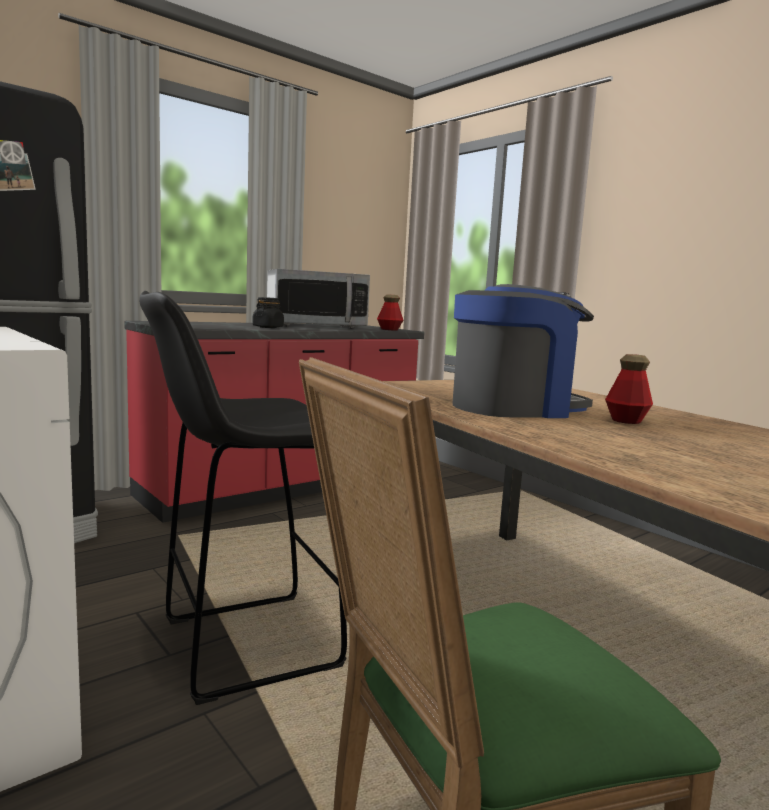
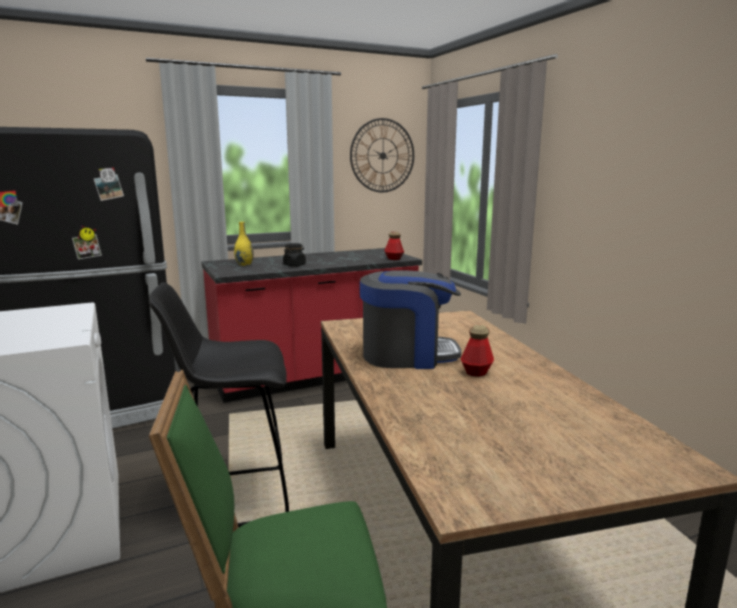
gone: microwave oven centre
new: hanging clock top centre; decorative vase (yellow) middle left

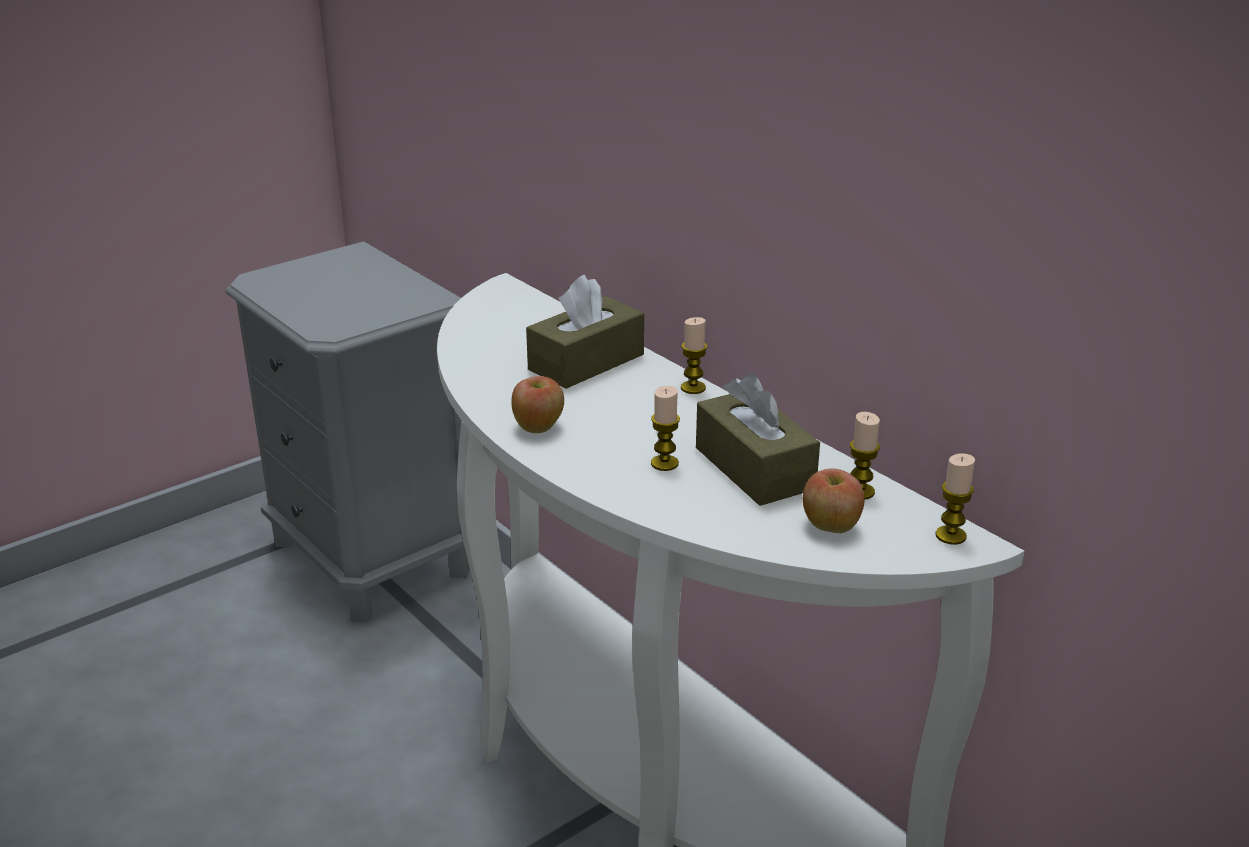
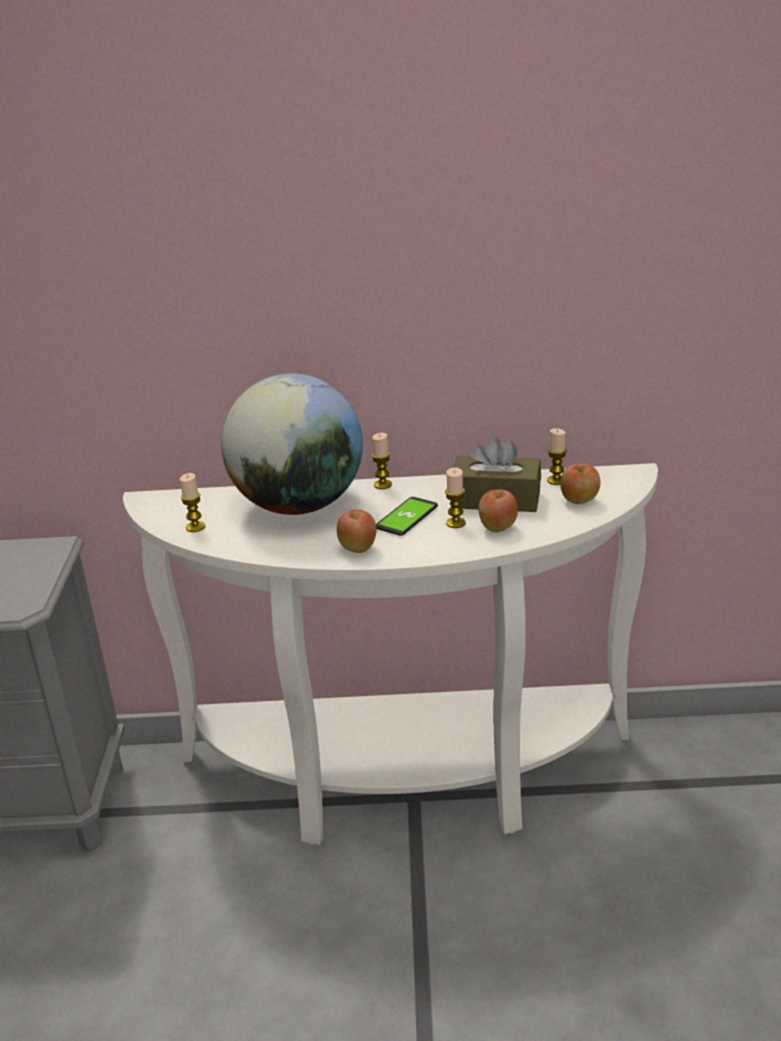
new: apple fruit (no. 2 from left) centre; handset centre
shifted: candle (no. 4 from left in the first image) middle right to candle (no. 1 from left) middle left
swapped: box of tissues (brown) (no. 1 from left) centre to desk globe centre

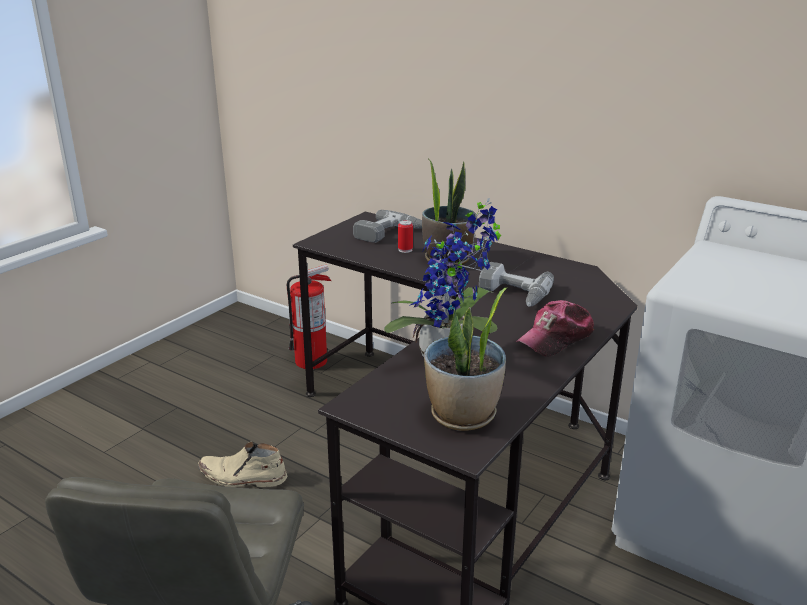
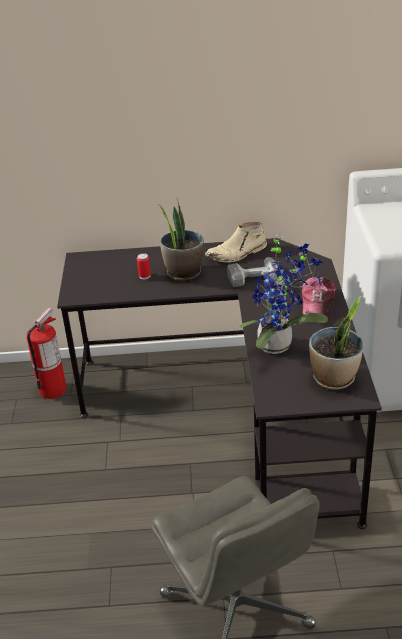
gone: drill (no. 1 from left) centre
shifted: high-top boot (beige) bottom left to centre

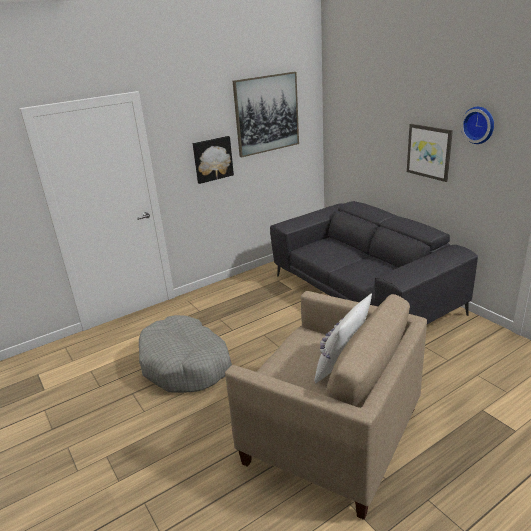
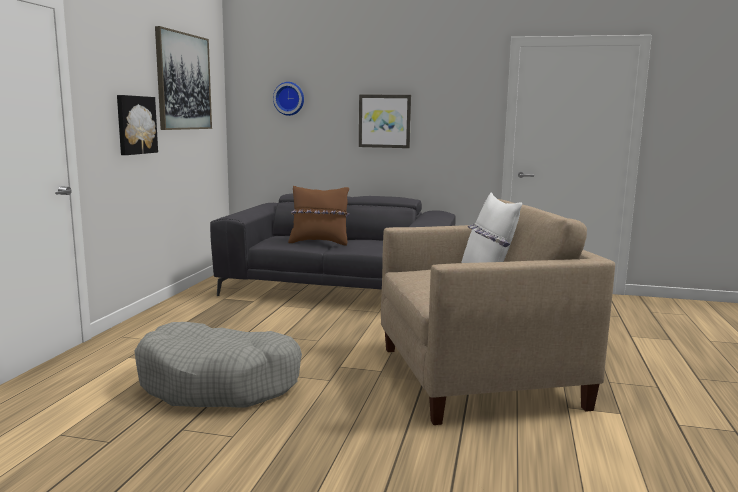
new: cushion (brown) centre
shifted: hanging clock top right to top centre

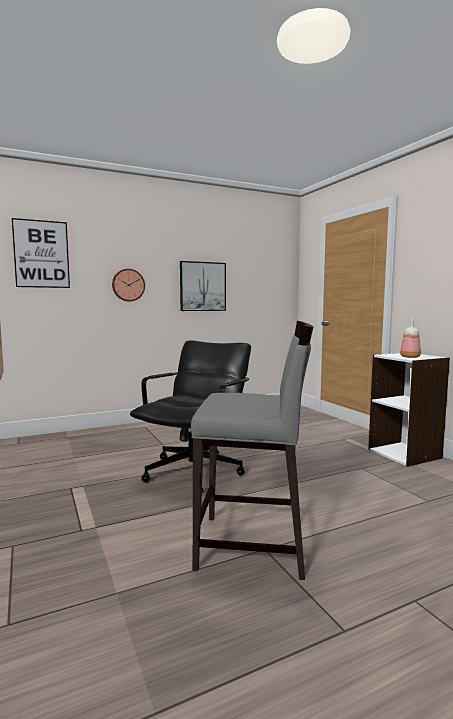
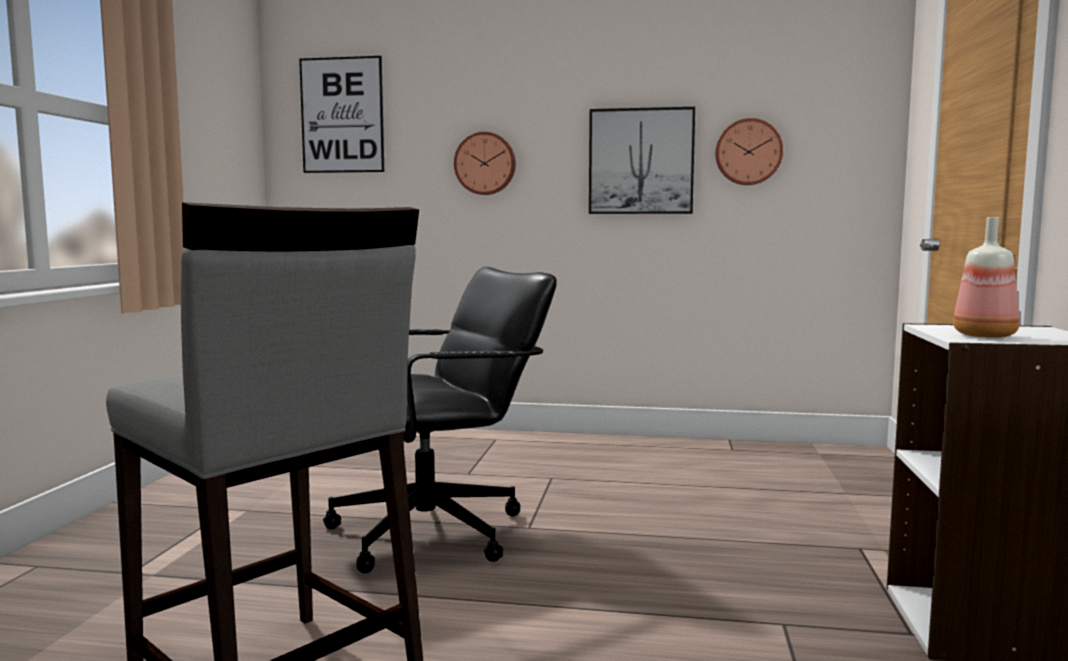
new: hanging clock (no. 2 from left) top right

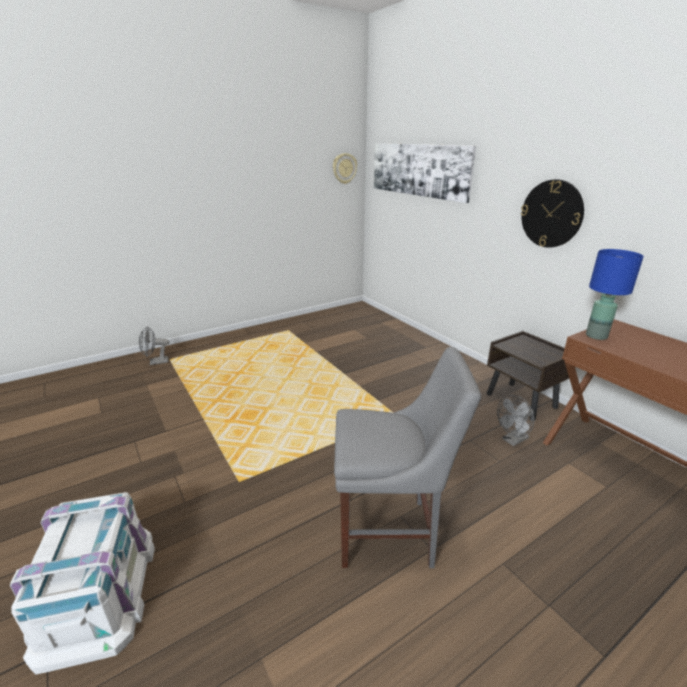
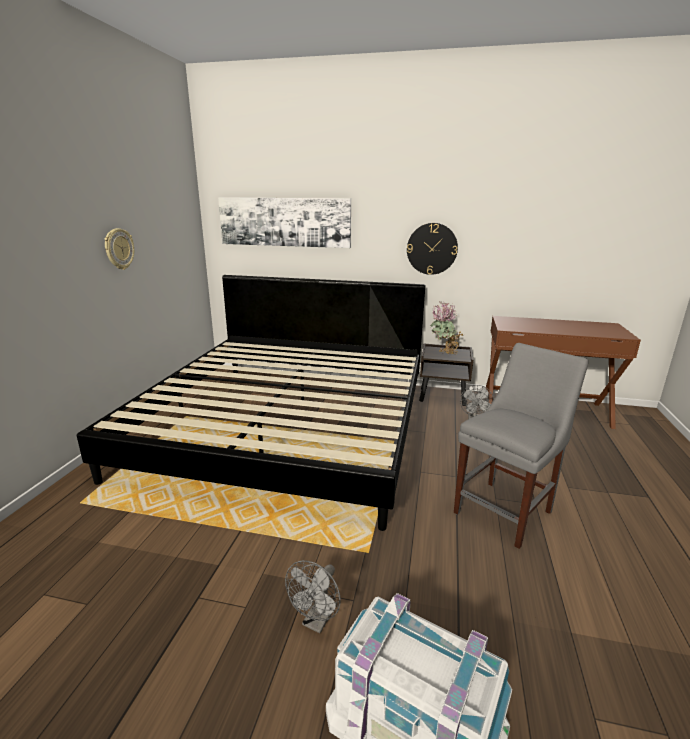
gone: lamp for a table (bluish) middle right
new: sleeping bed centre; plant in a pot centre
shifted: hanging clock (no. 1 from left) top centre to middle left; electric fan (greyish) (no. 1 from left) middle left to bottom centre

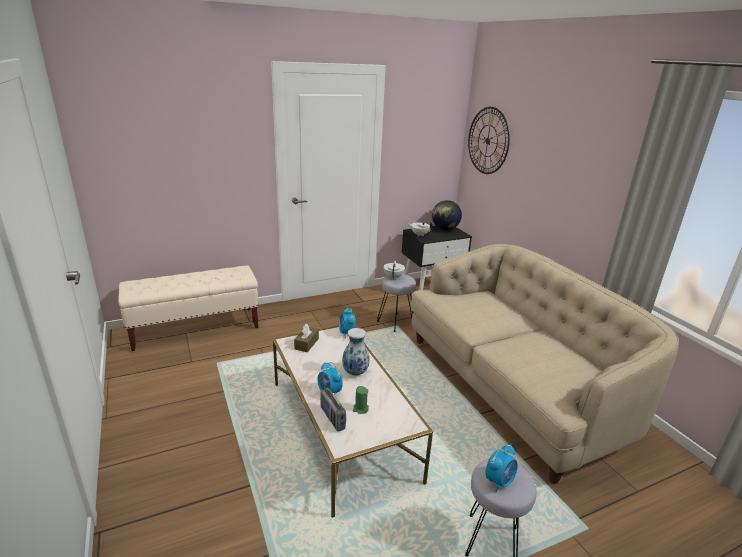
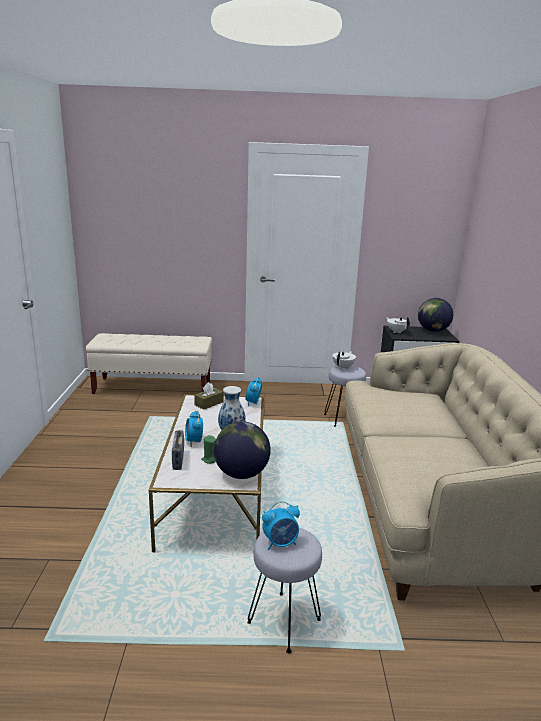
gone: hanging clock top centre
new: desk globe (no. 1 from left) centre

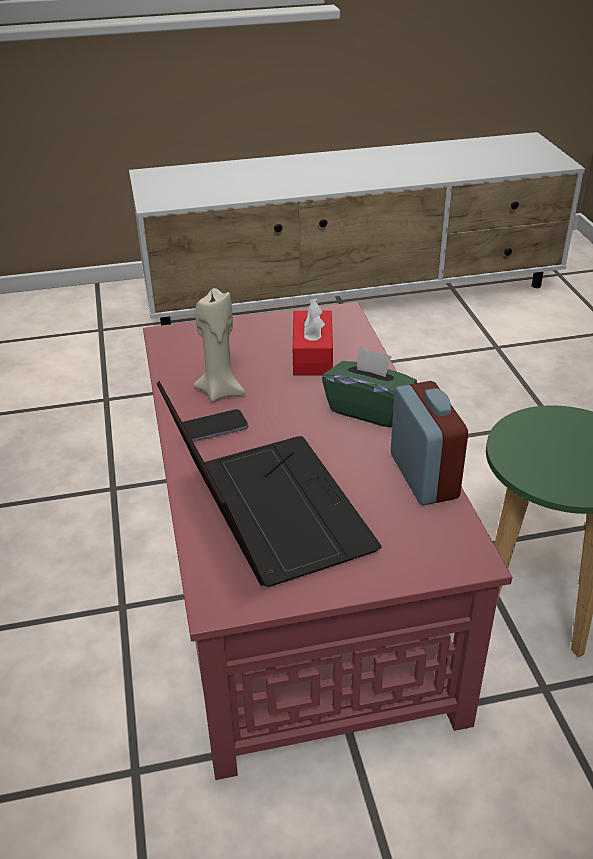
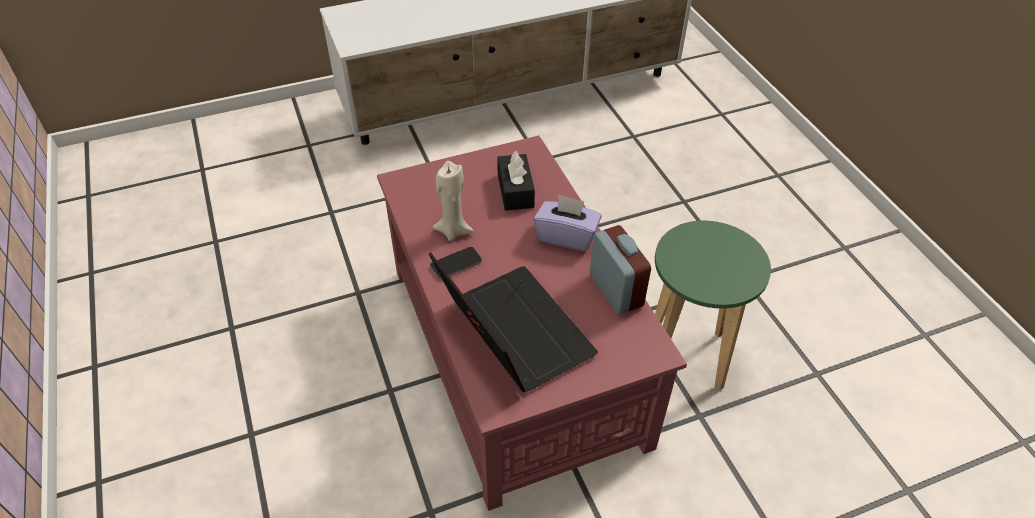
repainted: box of tissues (red-coloured) centre to box of tissues (blackish) centre; box of tissues (green-coloured) centre to box of tissues (purplish) centre

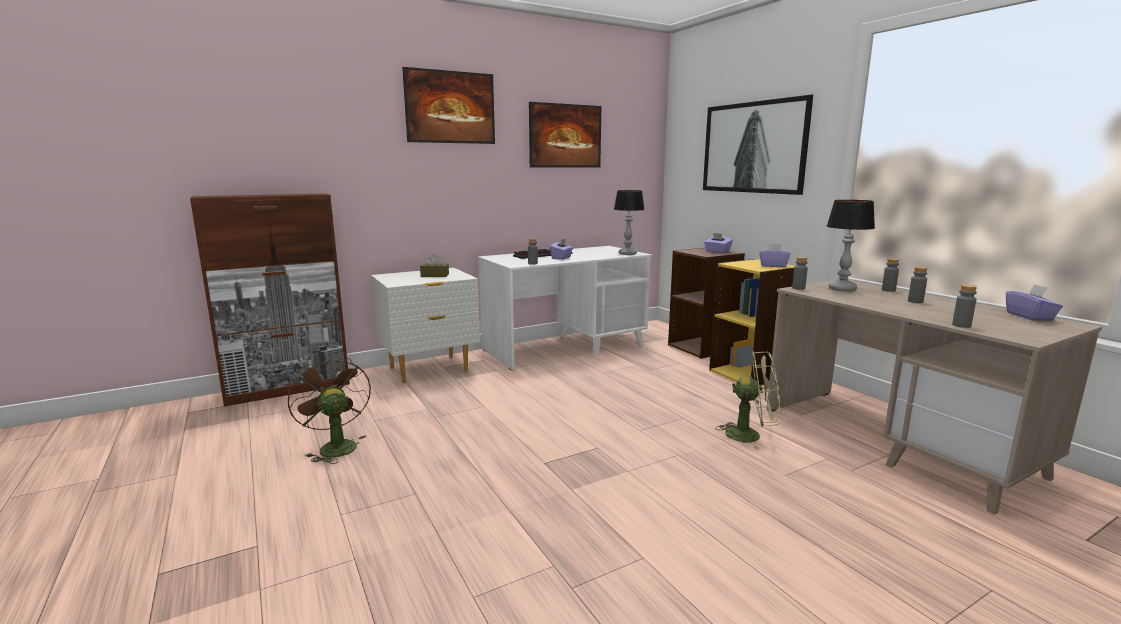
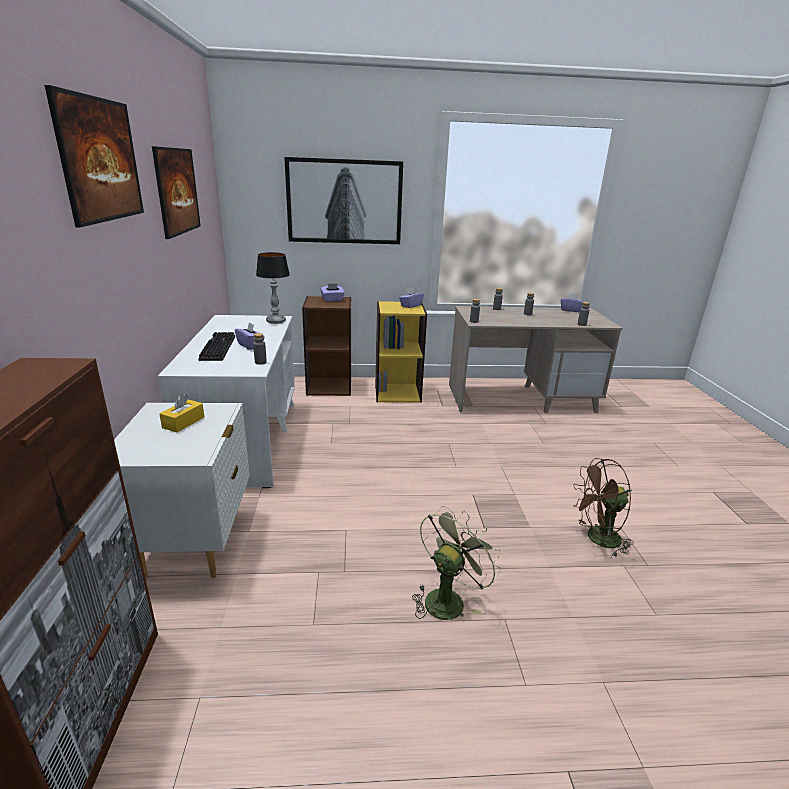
gone: lamp for a table (no. 2 from left) middle right
shifted: electric fan (green-coloured) centre to bottom centre; electric fan (brown) middle left to middle right
repainted: box of tissues (brown) centre to box of tissues (yellow) middle left

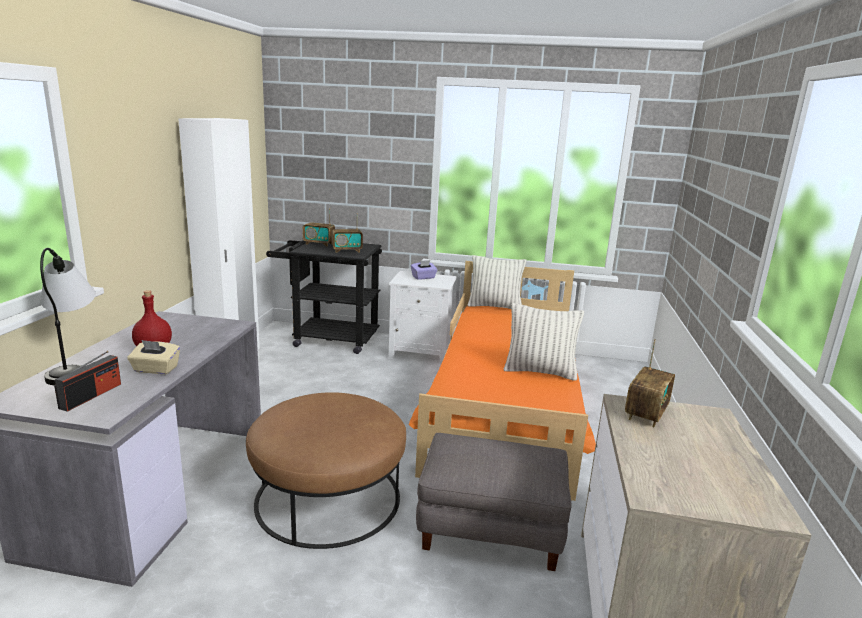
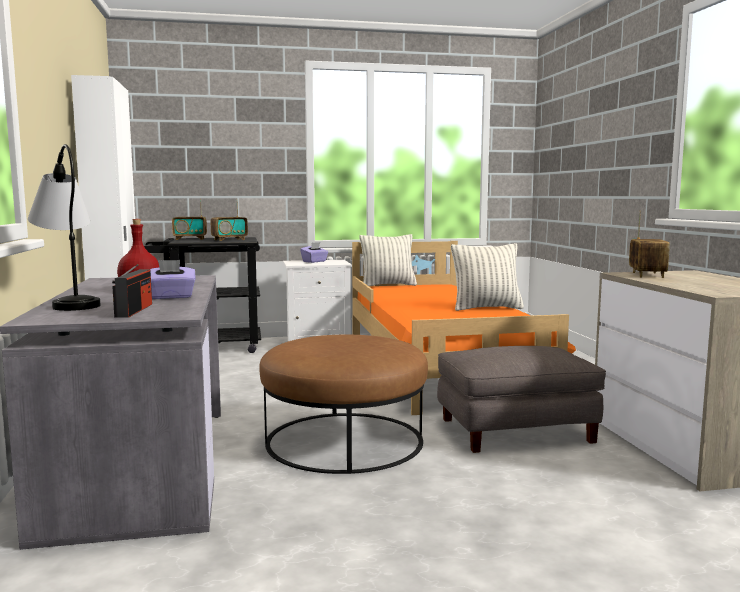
repainted: box of tissues (beige) middle left to box of tissues (purplish) (no. 1 from left) middle left

